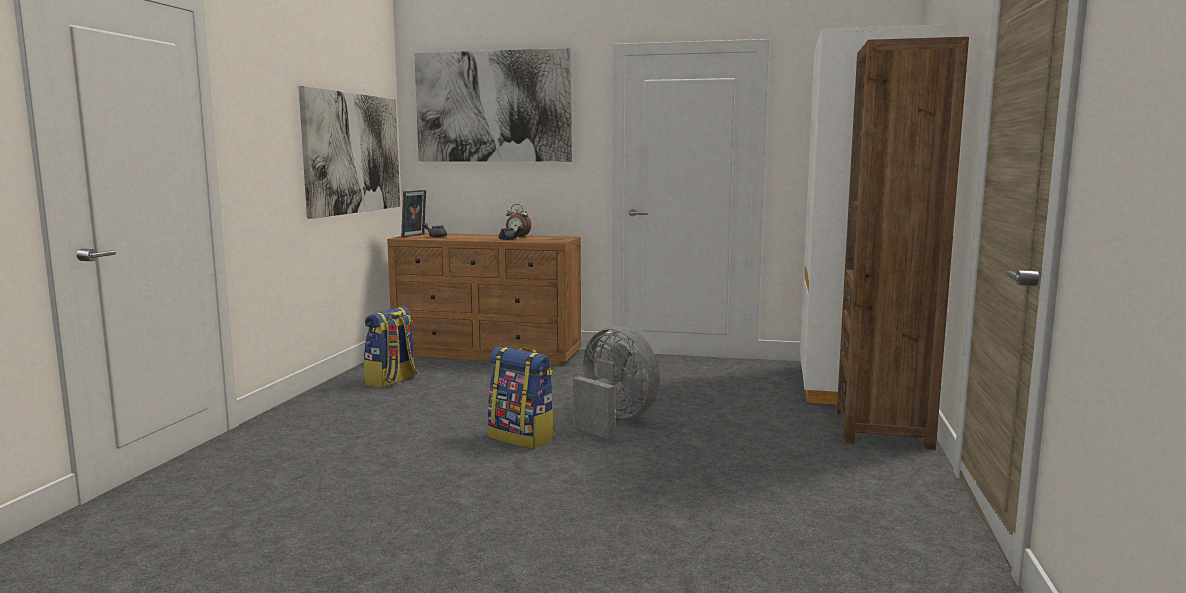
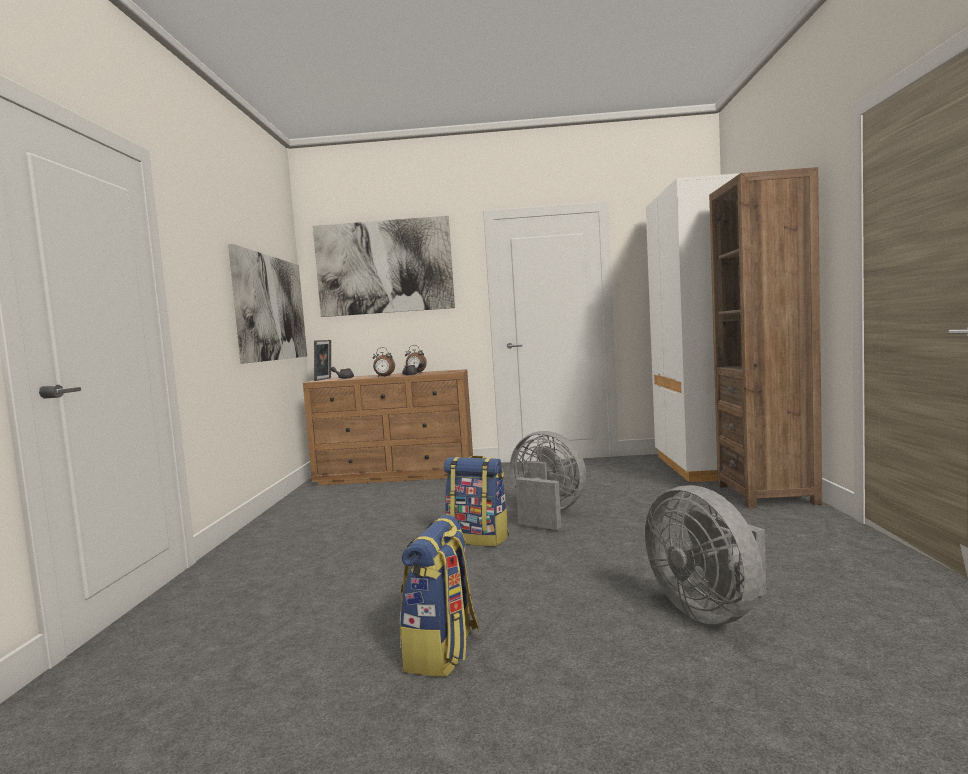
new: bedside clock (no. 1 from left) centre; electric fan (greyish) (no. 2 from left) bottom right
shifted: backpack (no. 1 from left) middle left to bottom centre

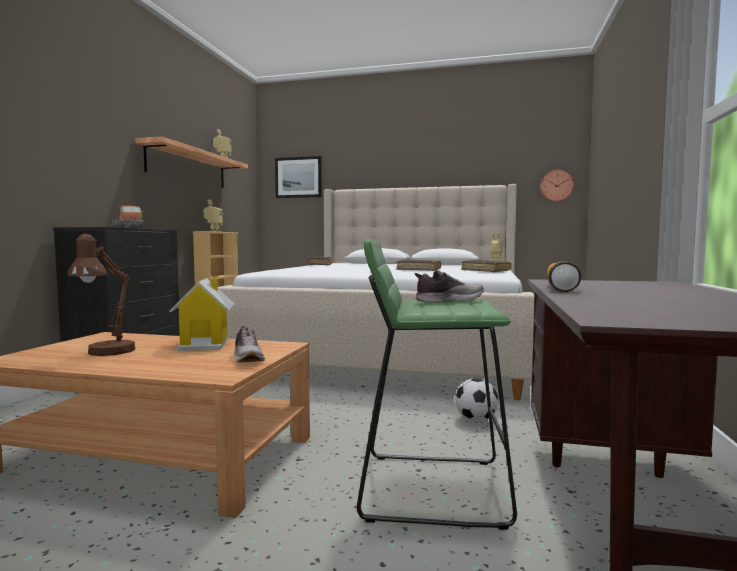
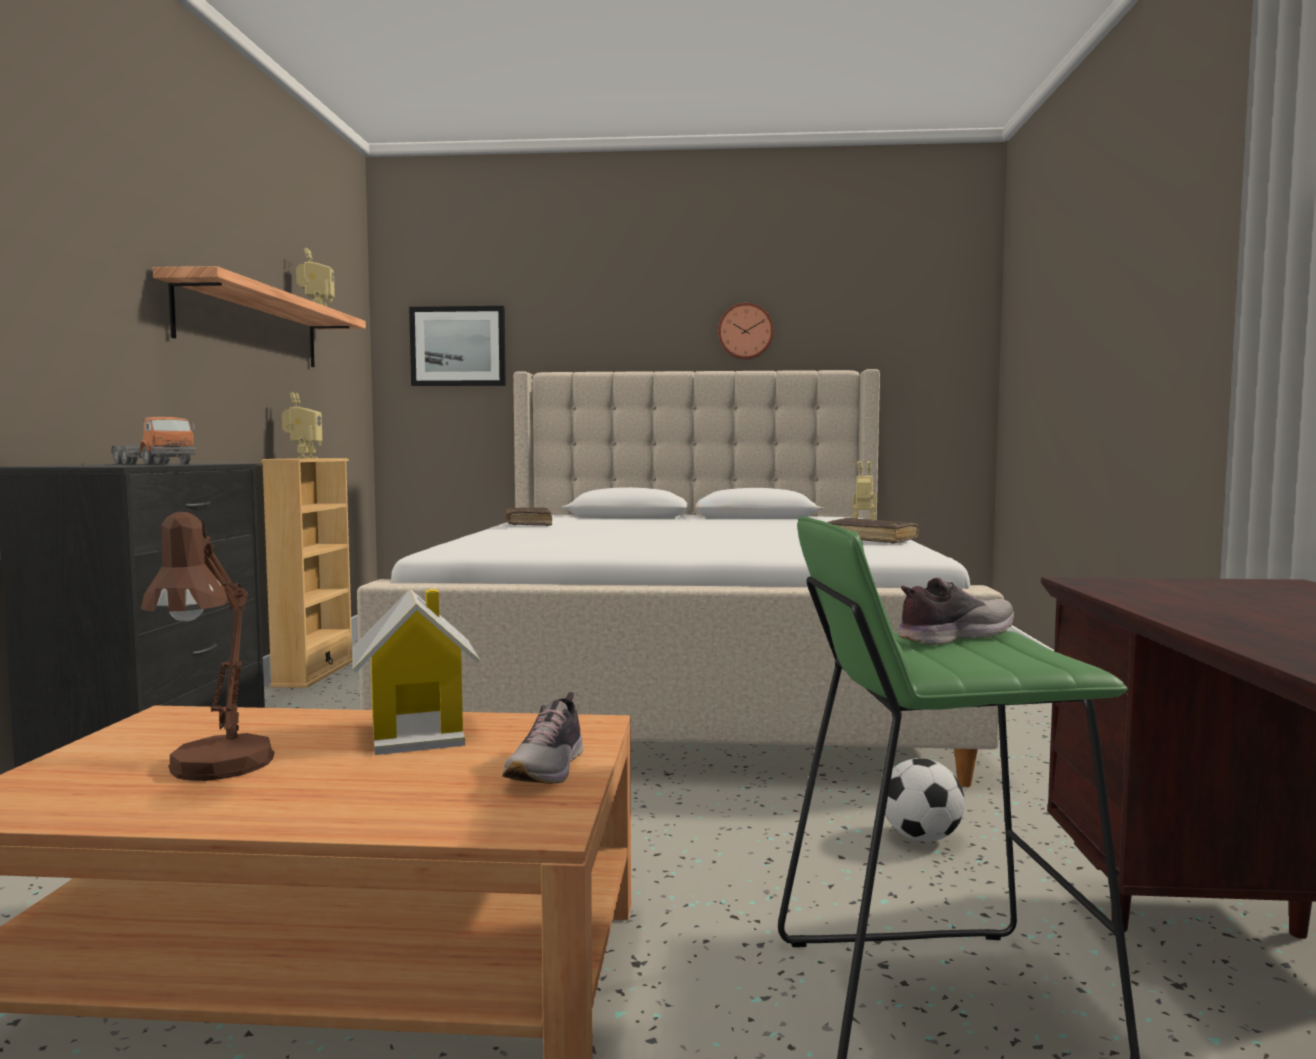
gone: volume (brown) (no. 2 from left) centre; flashlight middle right
shifted: hanging clock top right to top centre
rotated: item of footwear (no. 1 from left) centre = bottom centre 45 degrees clockwise

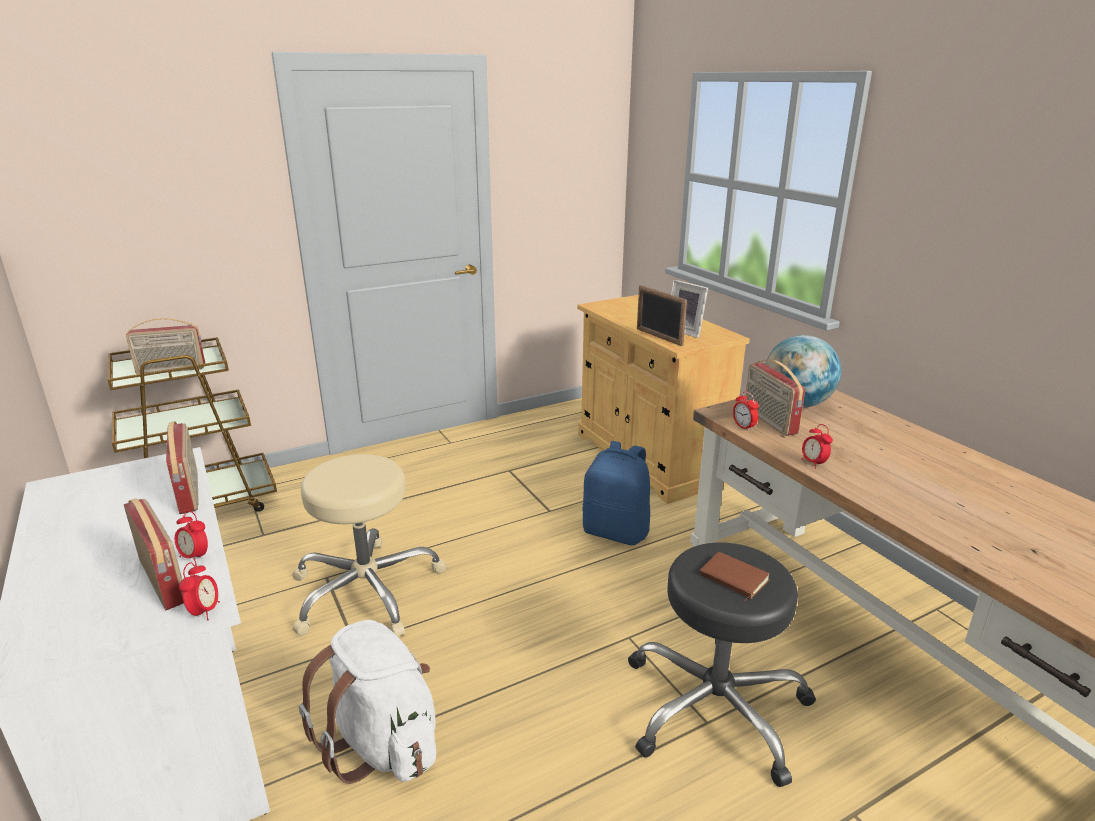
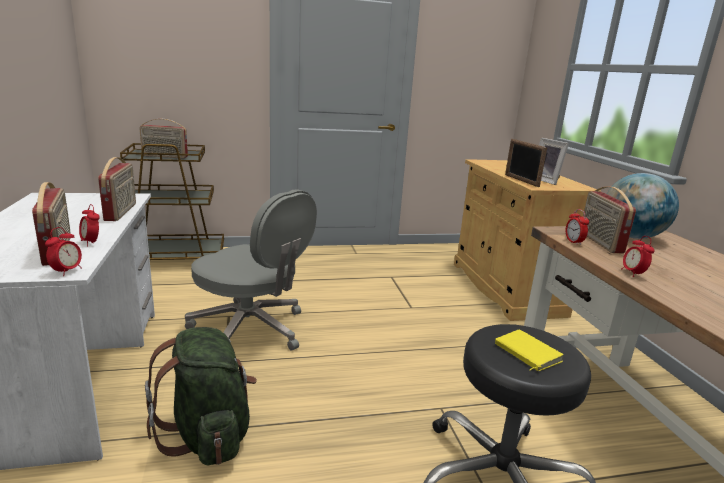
gone: backpack (bluish) centre
swapped: stool (beige) centre to computer chair (greyish) centre
repainted: volume (brown) bottom right to volume (yellow) bottom right; backpack (white-coloured) bottom centre to backpack (green-coloured) bottom left

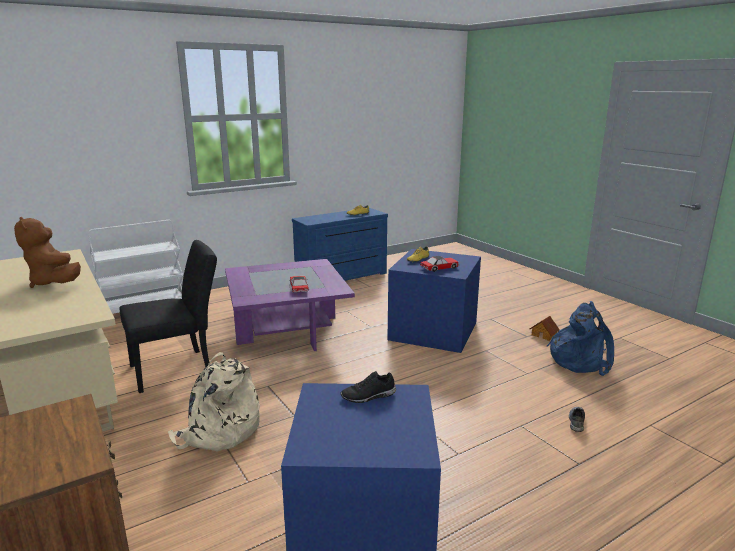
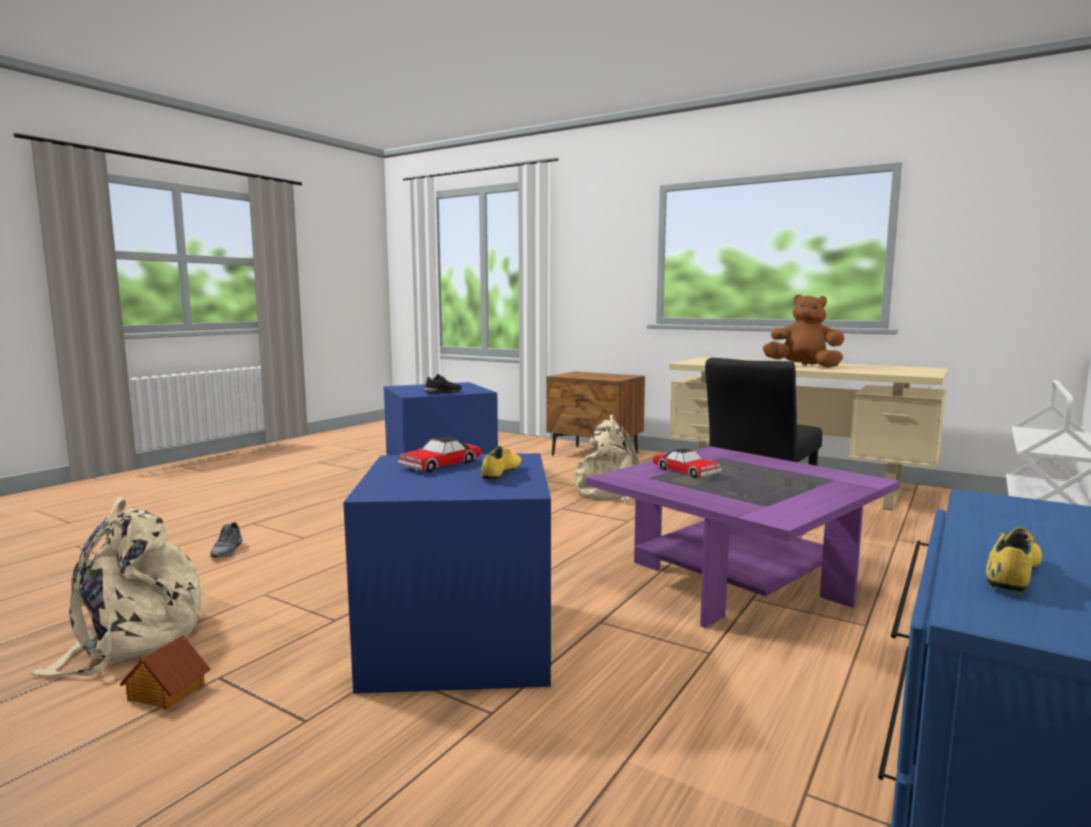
repainted: backpack (bluish) middle right to backpack (beige) (no. 1 from left) bottom left

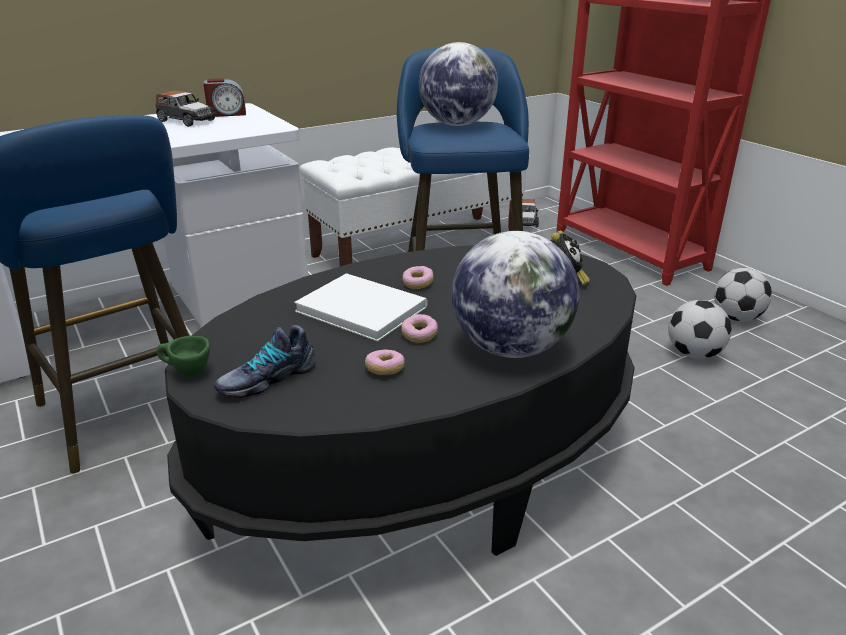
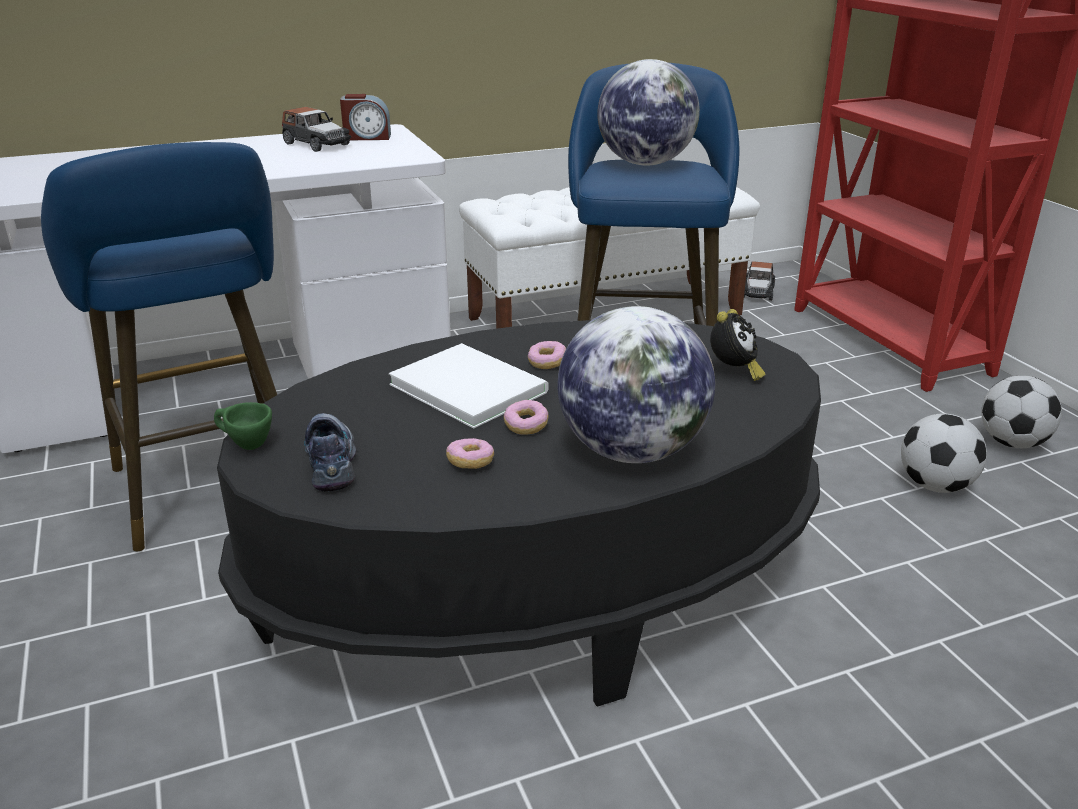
rotated: item of footwear middle left = middle left 105 degrees clockwise

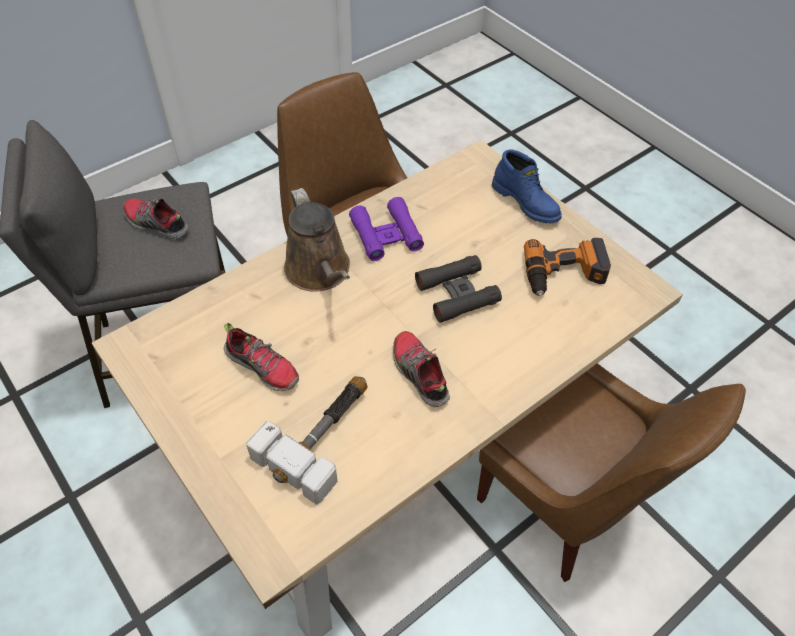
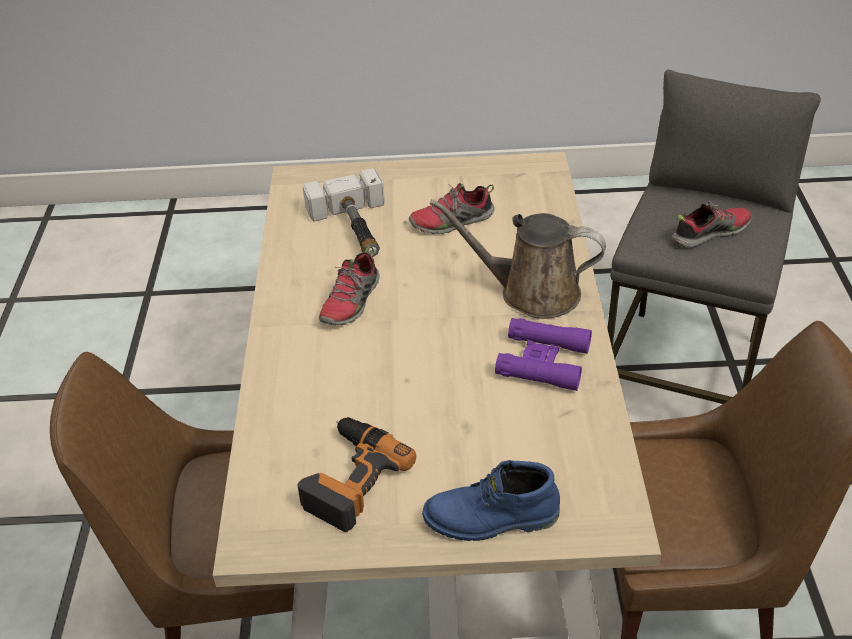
gone: field glasses (blackish) centre
rotated: item of footwear (no. 3 from left in the first image) centre = centre 105 degrees clockwise

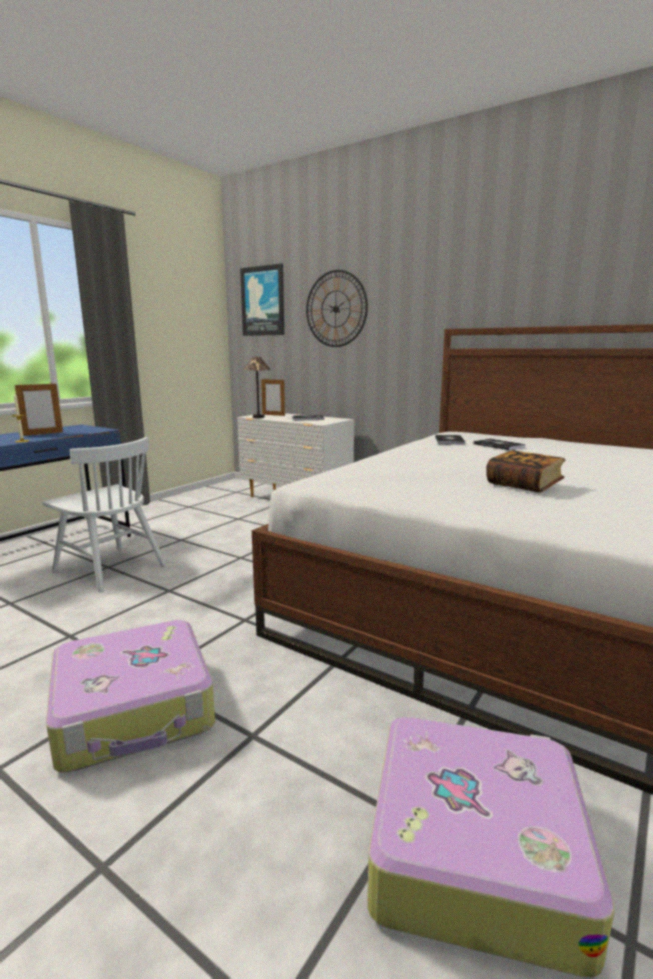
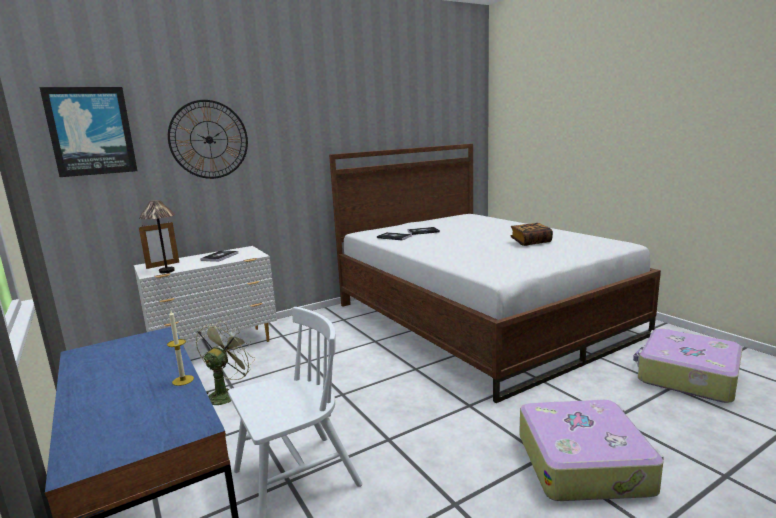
gone: picture frame (no. 1 from left) middle left
new: electric fan (green-coloured) bottom left

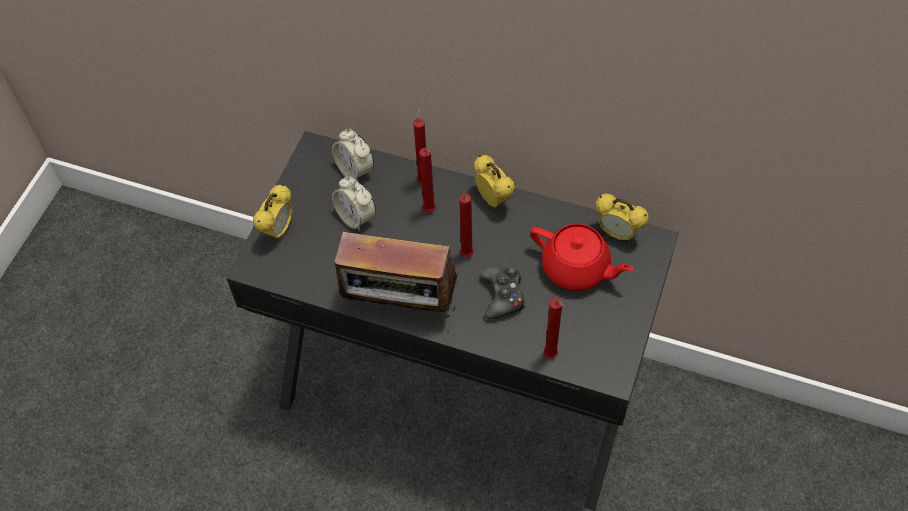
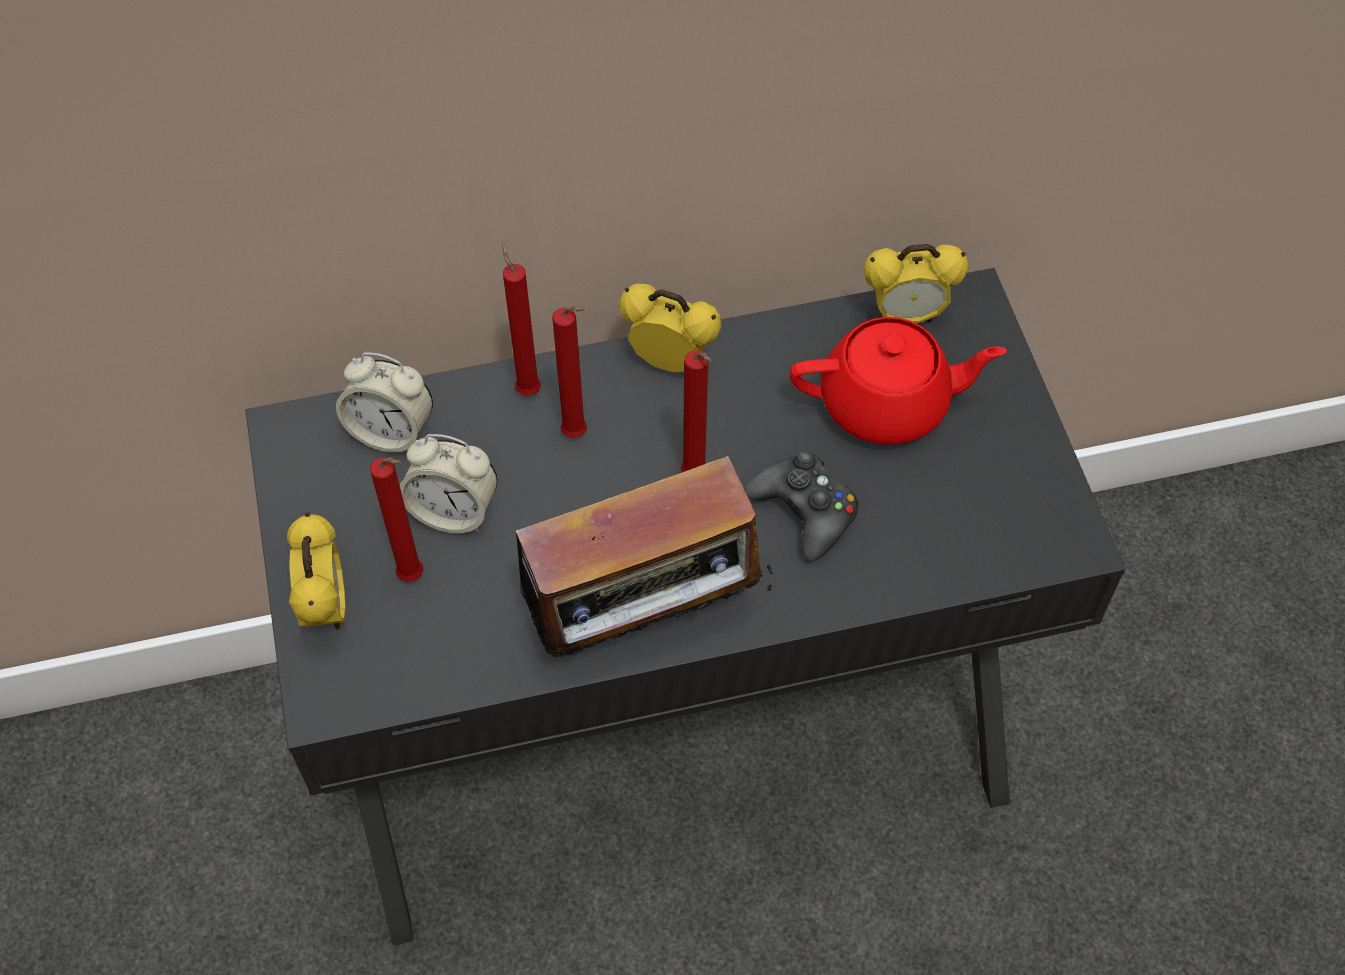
shifted: candle (red-coloured) (no. 4 from left in the first image) centre to candle (red-coloured) (no. 1 from left) middle left

